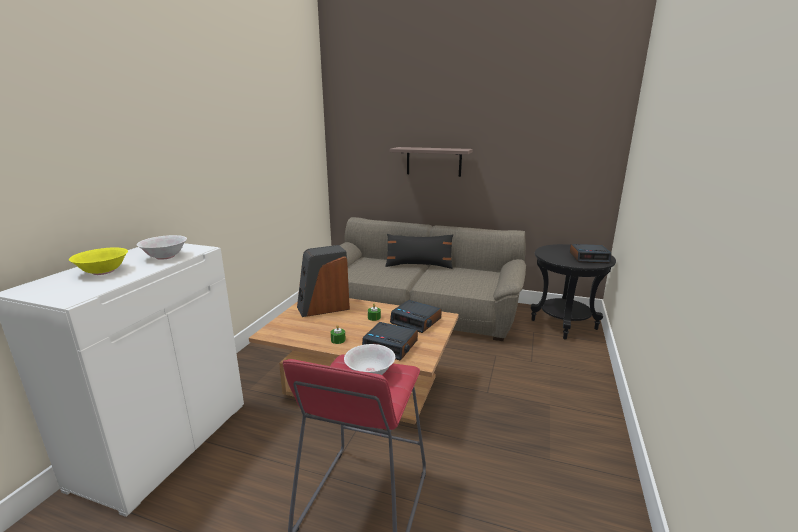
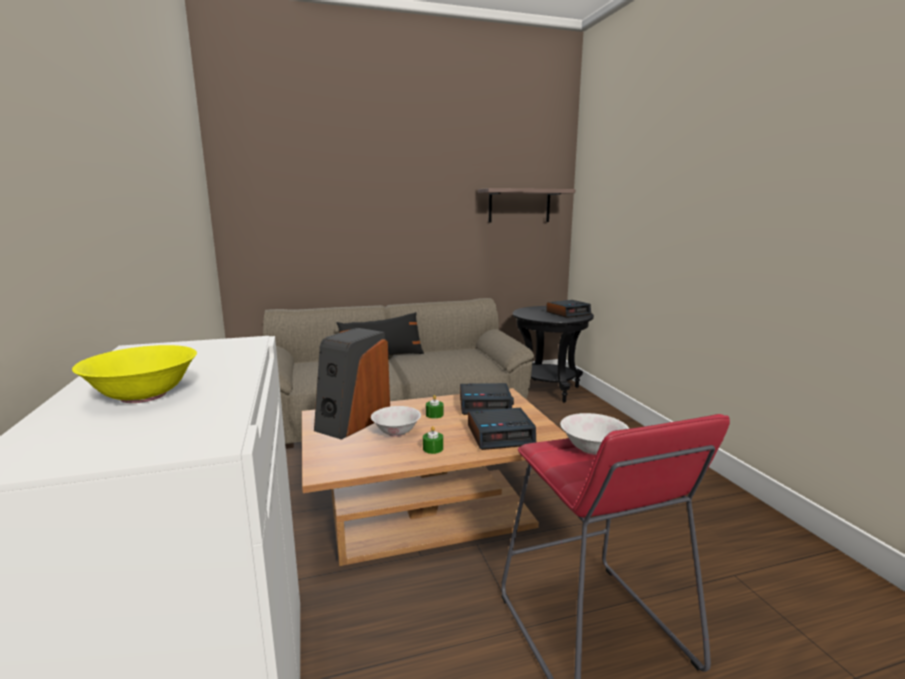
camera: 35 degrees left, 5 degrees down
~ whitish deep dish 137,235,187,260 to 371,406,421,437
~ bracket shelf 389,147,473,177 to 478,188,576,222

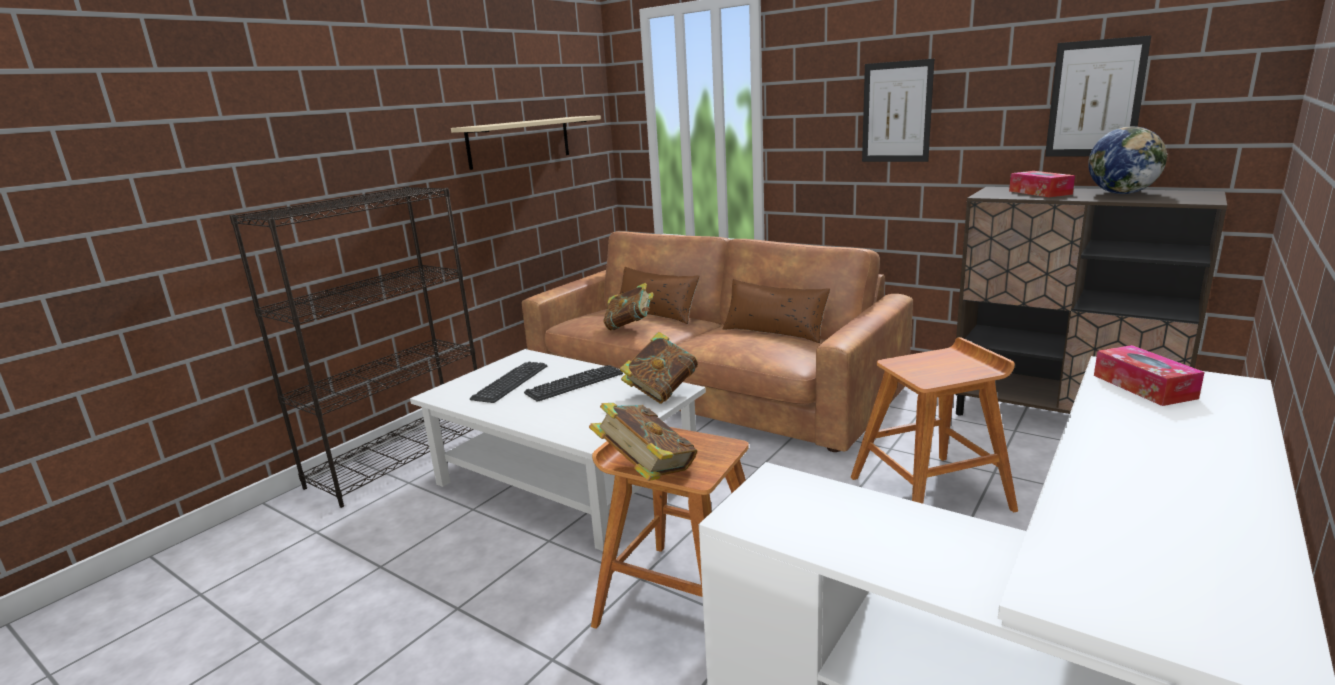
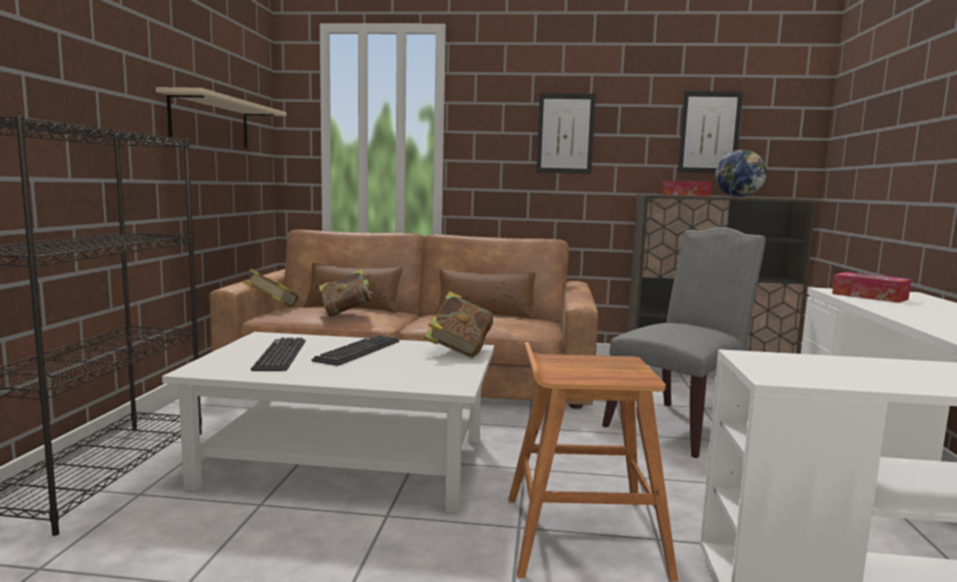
camera: 30 degrees left, 10 degrees down
~ book 589,403,697,481 to 243,269,299,307
~ brown-coloured stool seat 851,337,1018,512 to gray chair 602,227,766,458

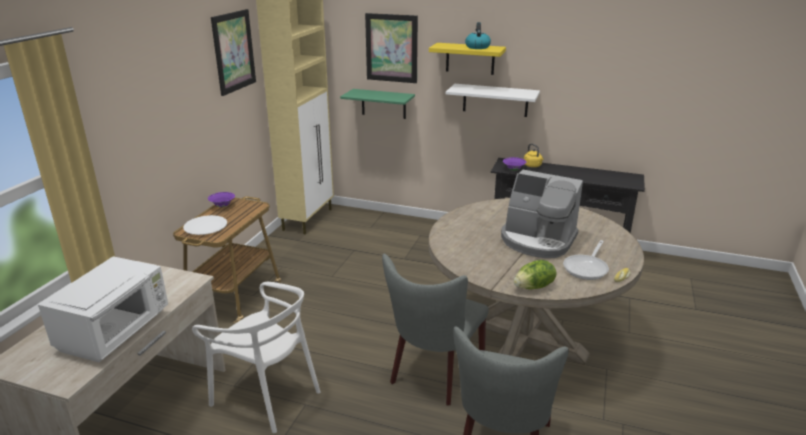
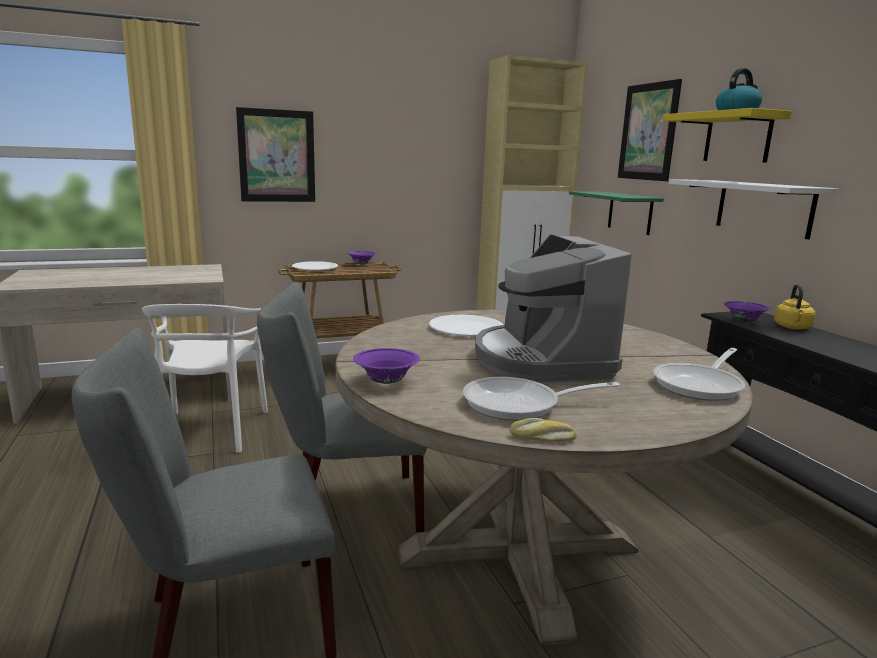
camera: 50 degrees right, 10 degrees down
- whitish kitchen microwave 38,256,168,362
+ whitish dinner plate 429,315,503,336
+ frying pan 653,348,745,401
~ wall art 211,9,256,96 to 236,107,315,202
~ lettuce head 513,260,557,289 to purplish deep dish 353,348,420,384

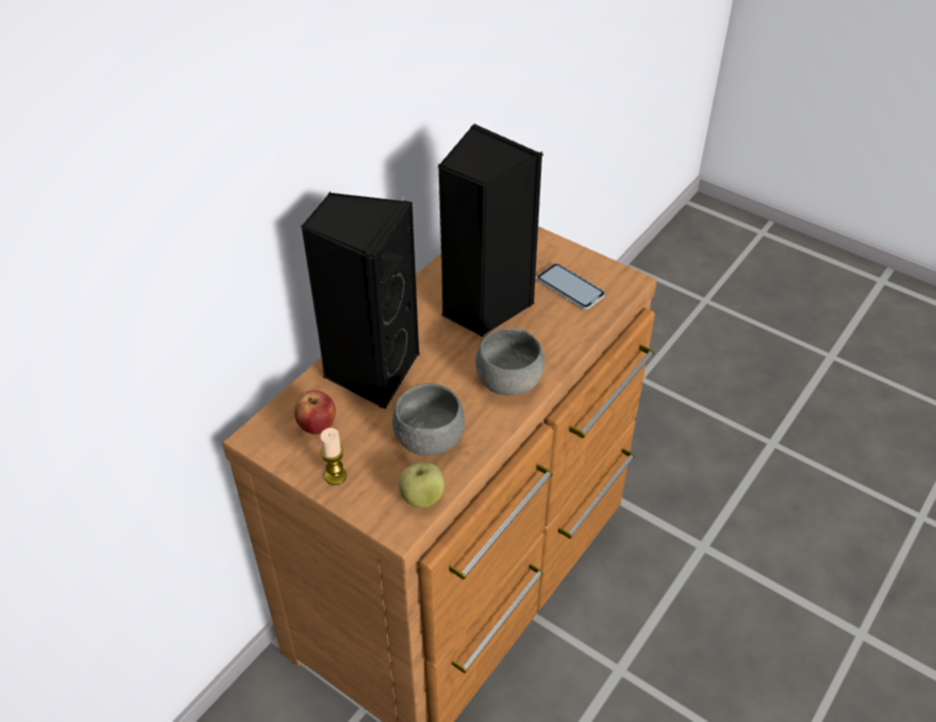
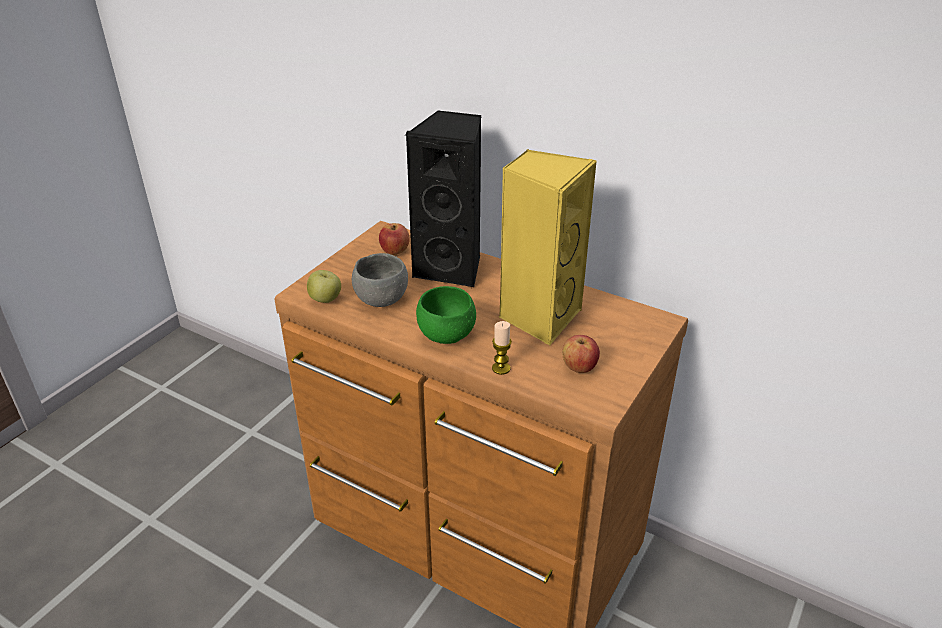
camera: 85 degrees right, 10 degrees down
~ wax light 320,428,347,485 to 492,321,512,375
~ telephone 537,263,605,310 to apple 562,335,600,373
~ blackish speaker 438,124,544,337 to yellow speaker 499,149,597,346
~ gray deep dish 476,328,545,395 to greenish deep dish 416,286,476,344

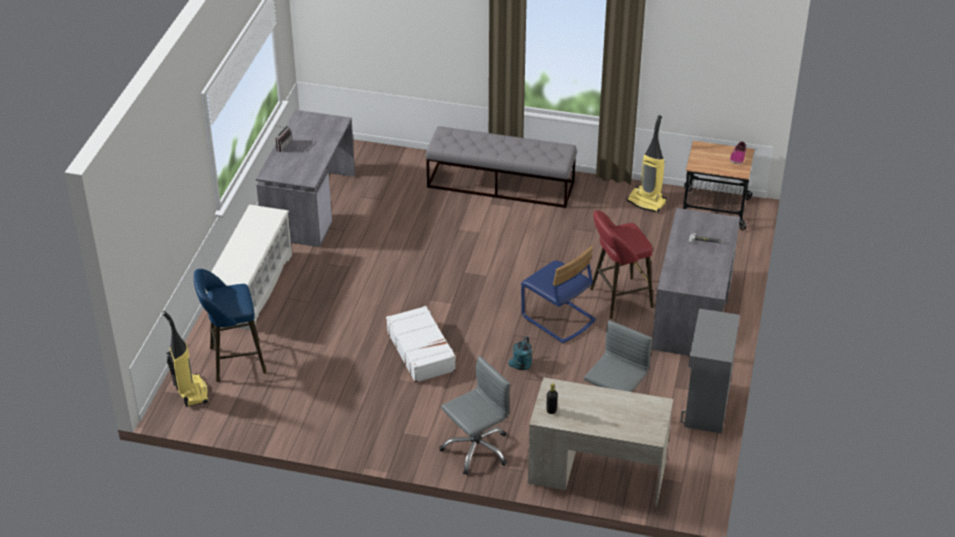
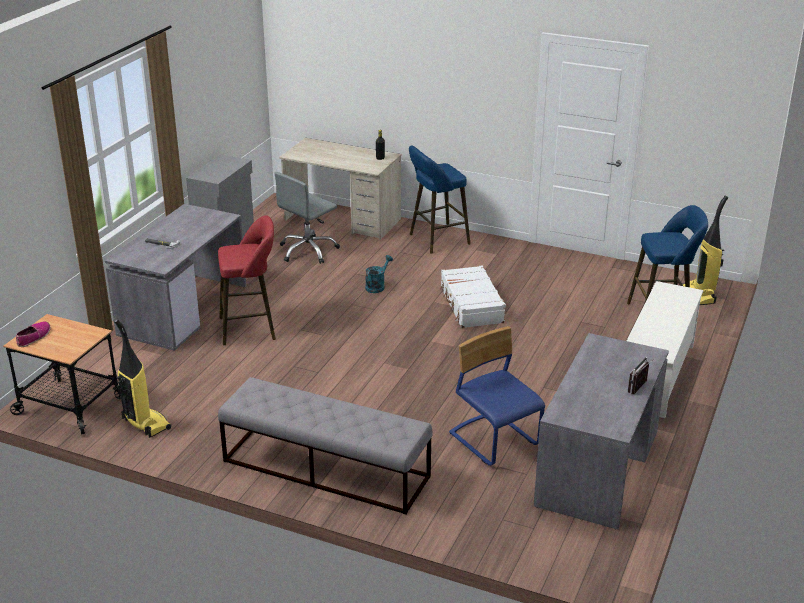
camera: 170 degrees left, 10 degrees down
~ blue chair 521,246,596,344 to 449,326,545,466
~ gray desk chair 440,356,510,475 to blue stool seat 409,145,471,253

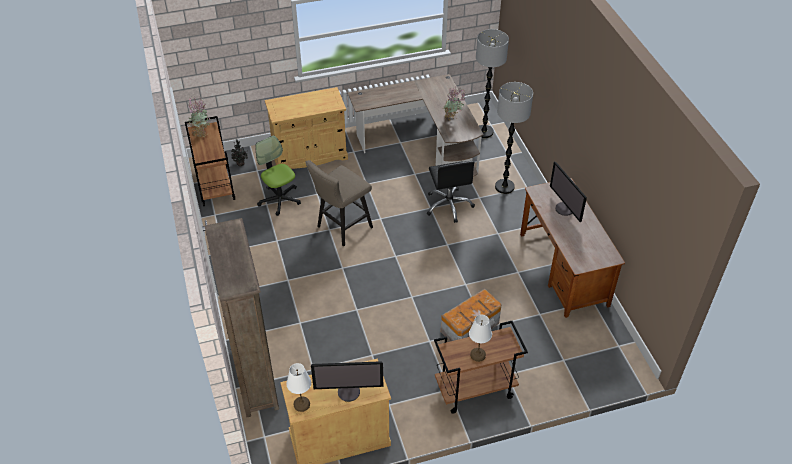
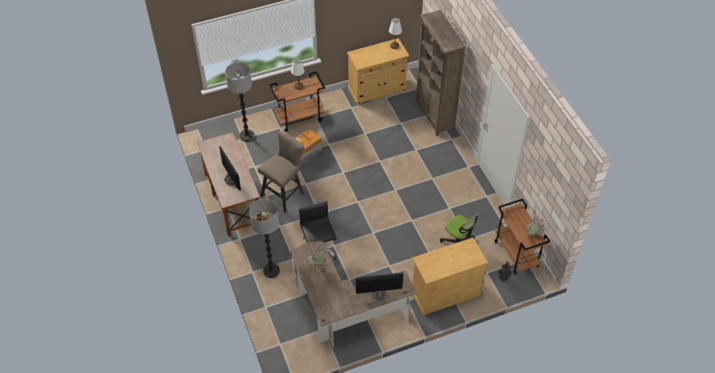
camera: 175 degrees right, 5 degrees up
~ beige-coloured stool seat 305,160,373,247 to 257,131,305,213
~ monitor 311,361,383,402 to 356,273,403,301
~ floor lamp 476,29,509,138 to 225,62,254,142

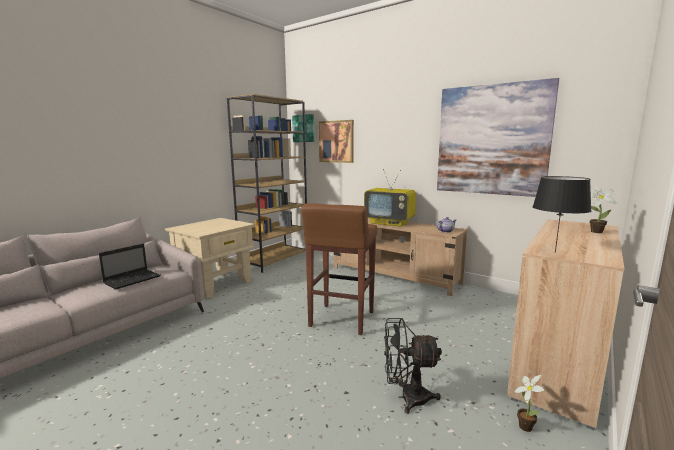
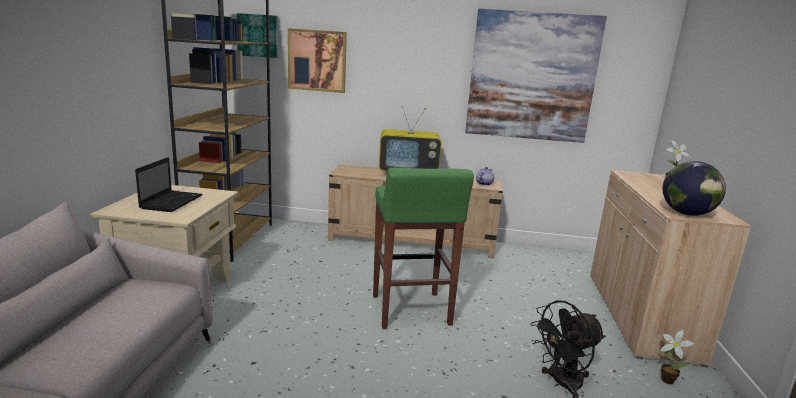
camera: 30 degrees left, 5 degrees up
~ portable computer 99,244,161,290 to 135,157,203,212
~ blackish lamp for a table 533,176,592,253 to world globe 663,161,726,216
~ brown-coloured stool seat 301,203,377,335 to greenish stool seat 373,168,474,329

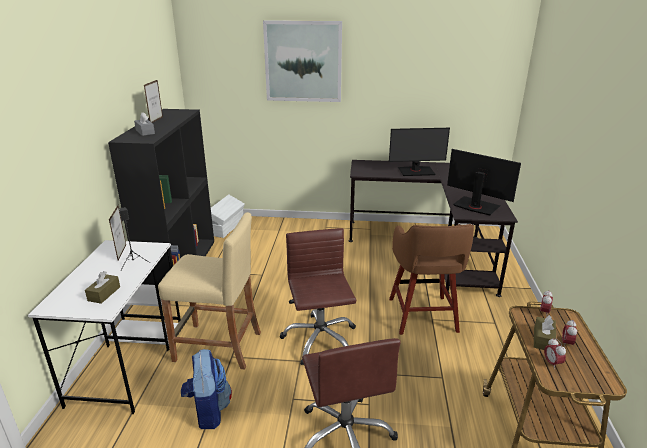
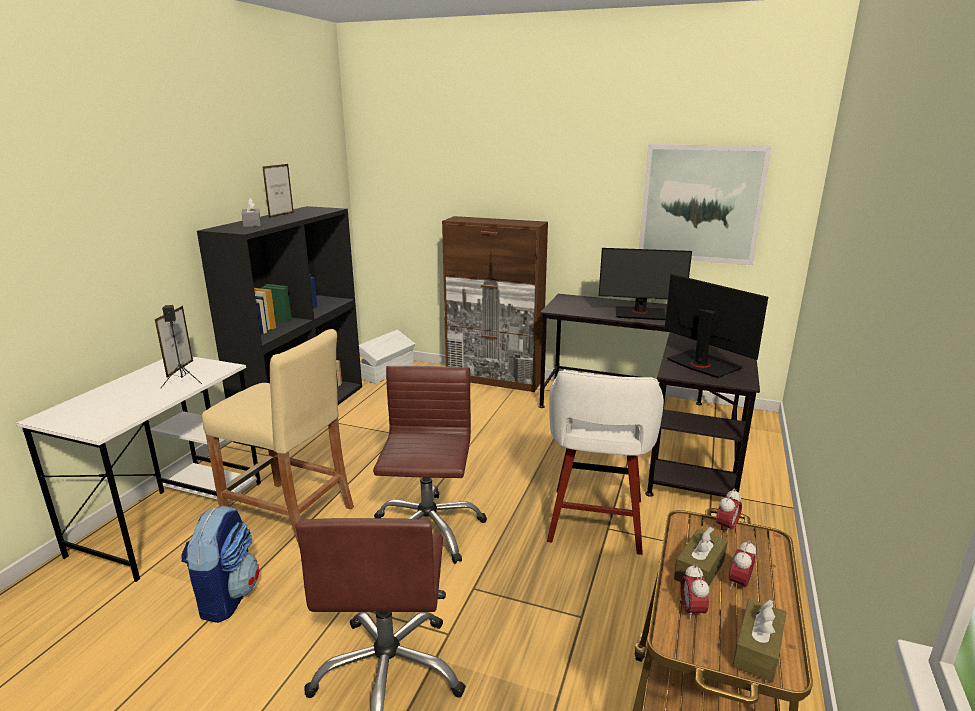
camera: 15 degrees right, 5 degrees down
+ brown-coloured cupboard 442,216,548,392
~ brown-coloured tissue holder 85,271,120,304 to 733,599,787,682
~ wall art 263,20,342,102 to 639,144,772,265
~ brown-coloured stool seat 389,224,474,335 to whitish stool seat 547,370,664,555

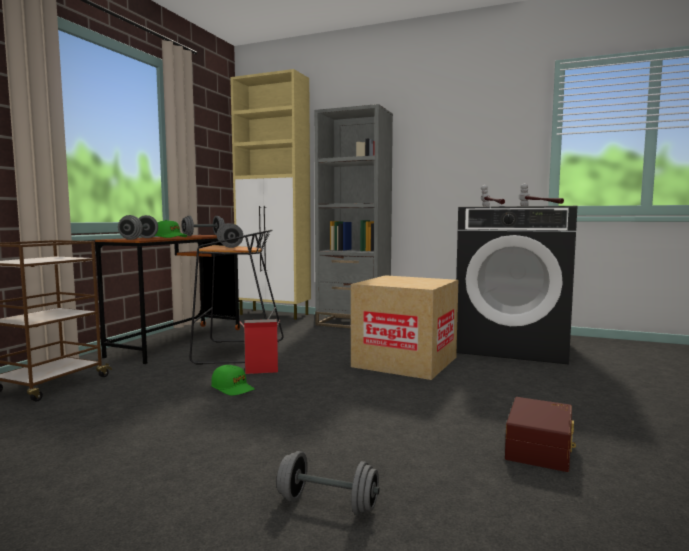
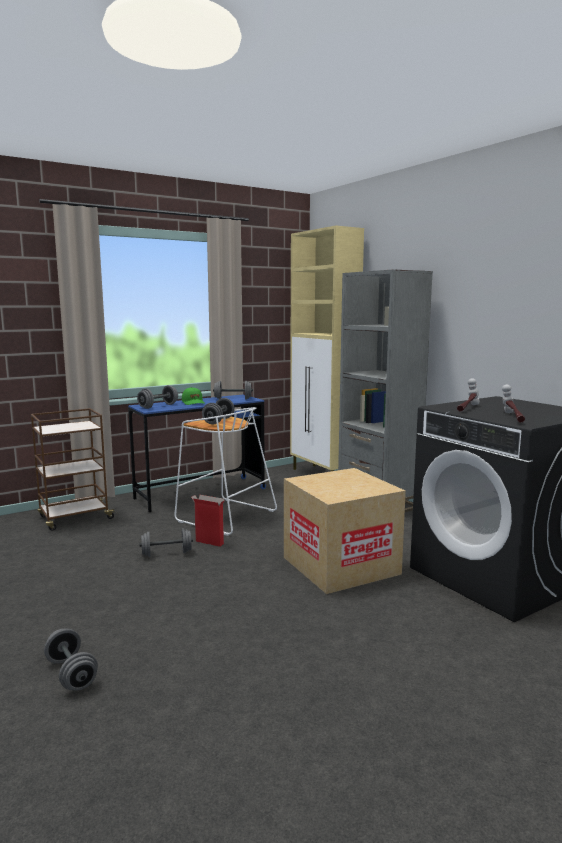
camera: 35 degrees right, 5 degrees up
- brown-coloured storage bin 505,397,576,472
~ greenish baseball cap 211,365,255,395 to gray free weight 139,528,193,557
~ brown-coloured desk table 95,235,240,364 to blue desk table 128,395,266,512
~ blackish stool seat 189,229,284,365 to whitish stool seat 174,407,277,536

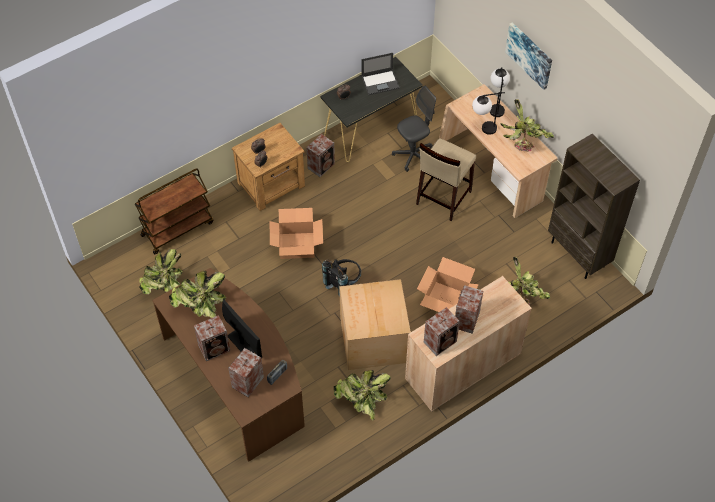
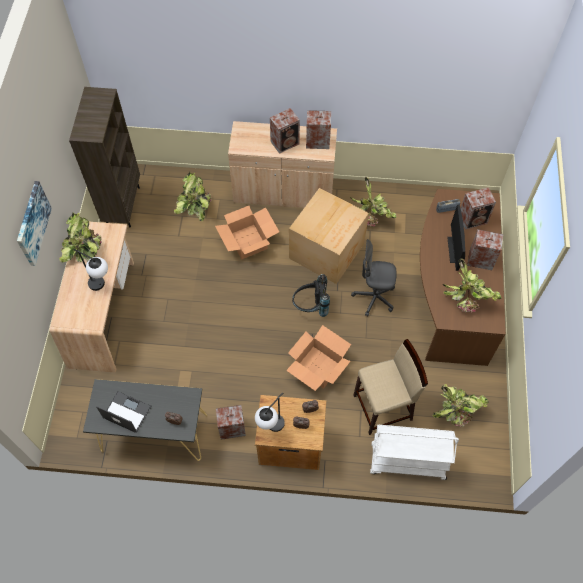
camera: 140 degrees left, 5 degrees up
~ gray desk chair 392,86,436,172 to 351,239,397,316
~ beige-coloured stool seat 416,138,476,221 to 353,339,428,435
~ lamp for a table 490,67,510,117 to 255,392,285,432
~ brown-coloured trolley 135,168,214,254 to whitish trolley 370,425,459,480

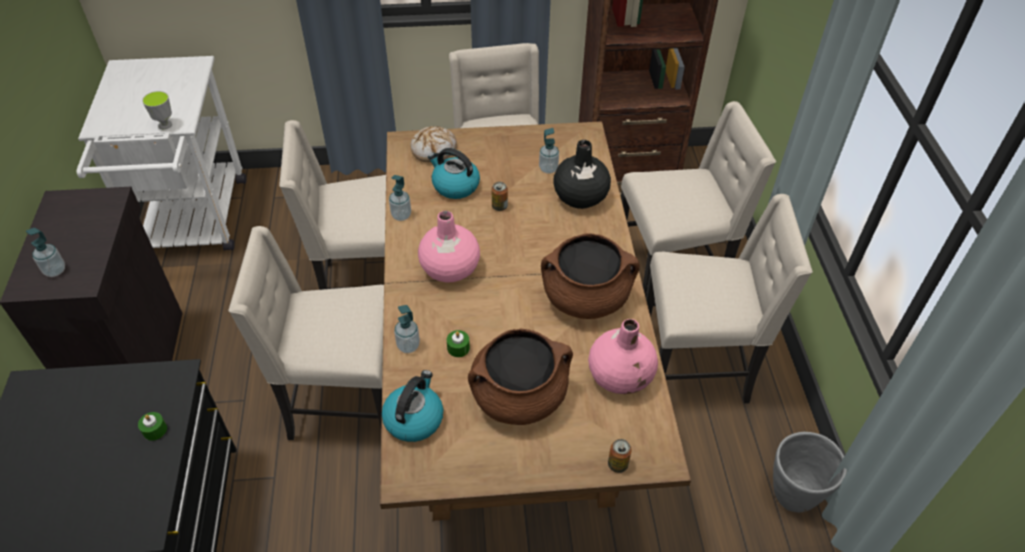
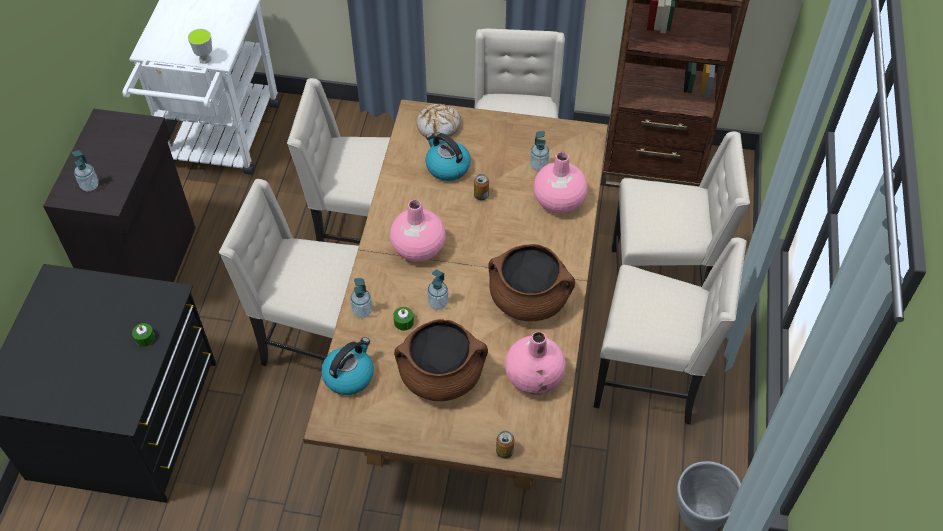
camera: 15 degrees right, 5 degrees up
~ soap dispenser 389,175,411,221 to 427,269,448,310
~ blackish flower vase 553,140,611,209 to pink flower vase 533,152,587,213

